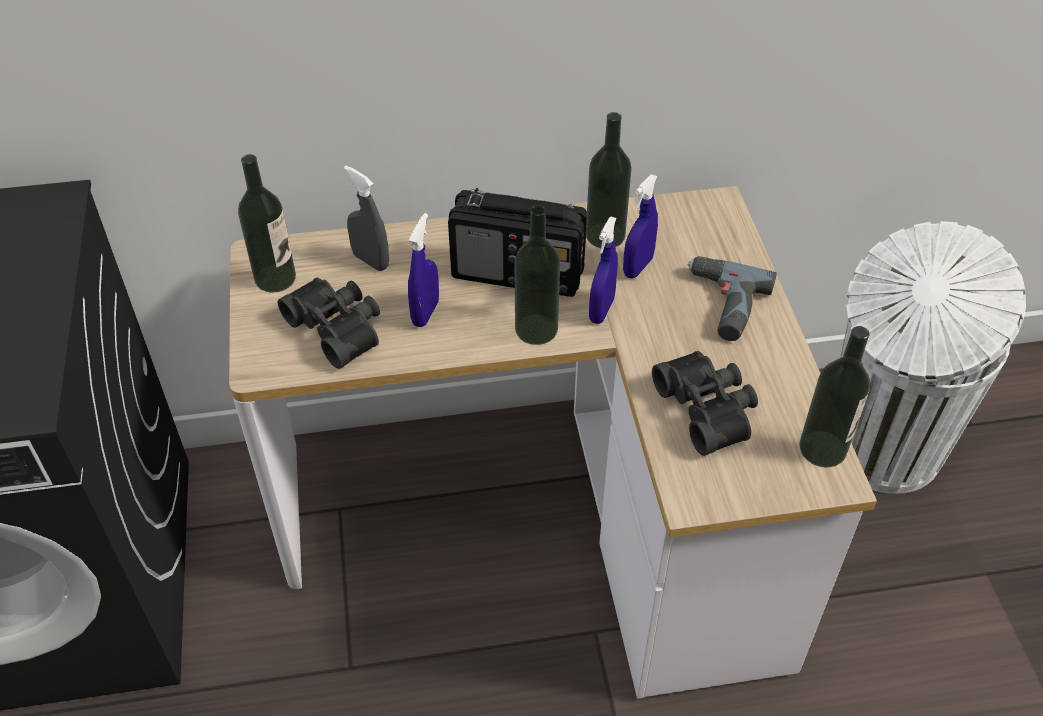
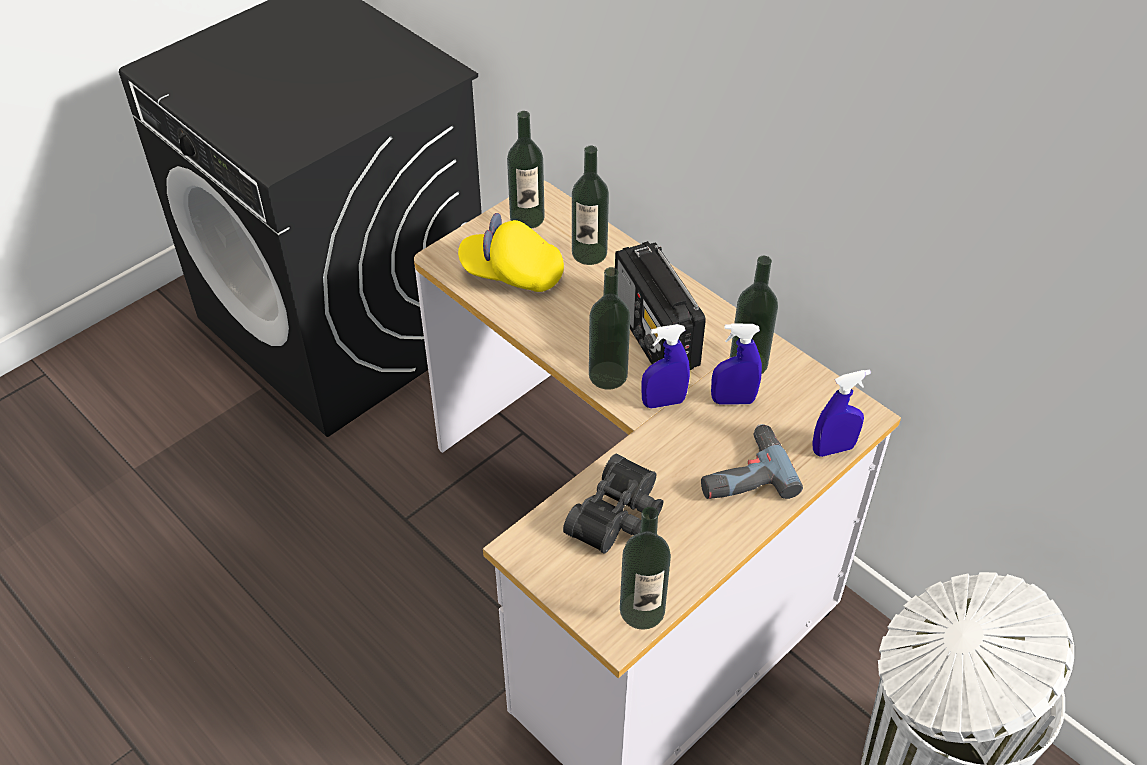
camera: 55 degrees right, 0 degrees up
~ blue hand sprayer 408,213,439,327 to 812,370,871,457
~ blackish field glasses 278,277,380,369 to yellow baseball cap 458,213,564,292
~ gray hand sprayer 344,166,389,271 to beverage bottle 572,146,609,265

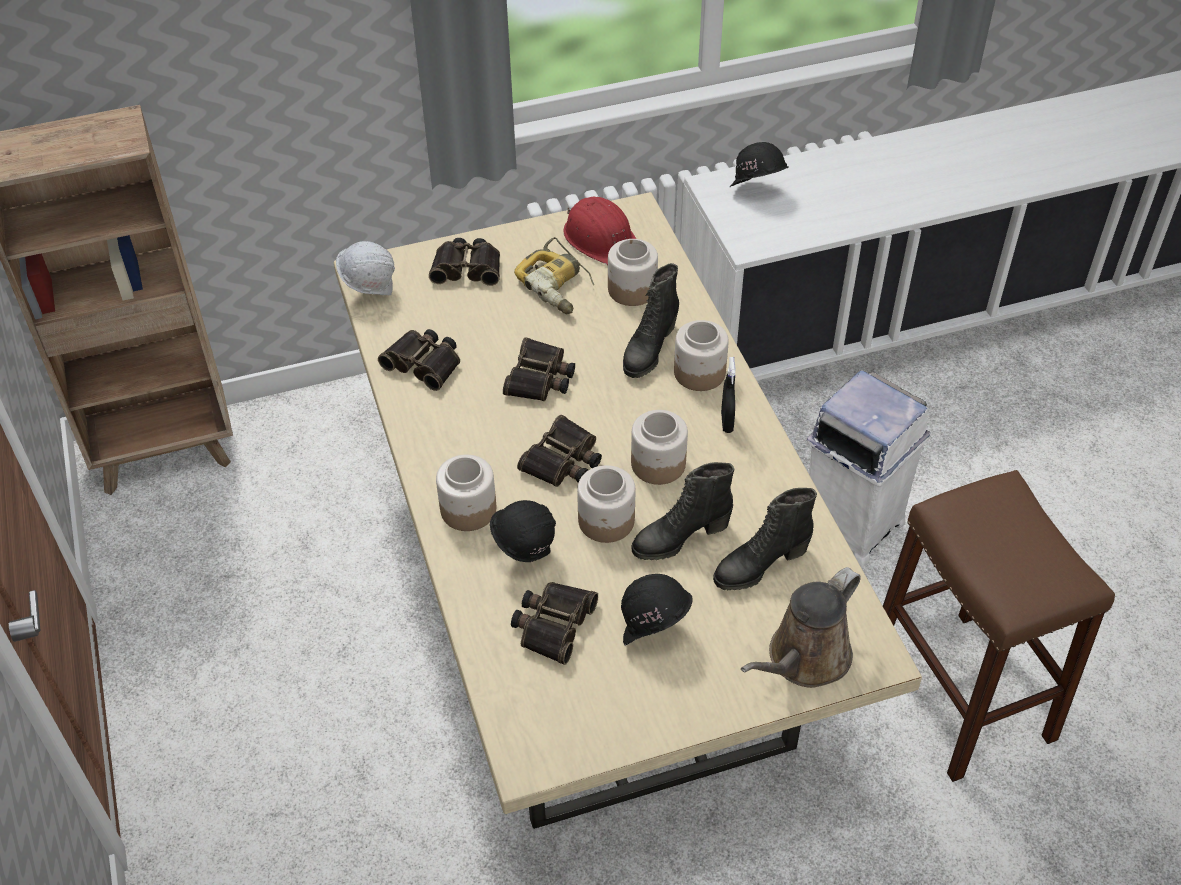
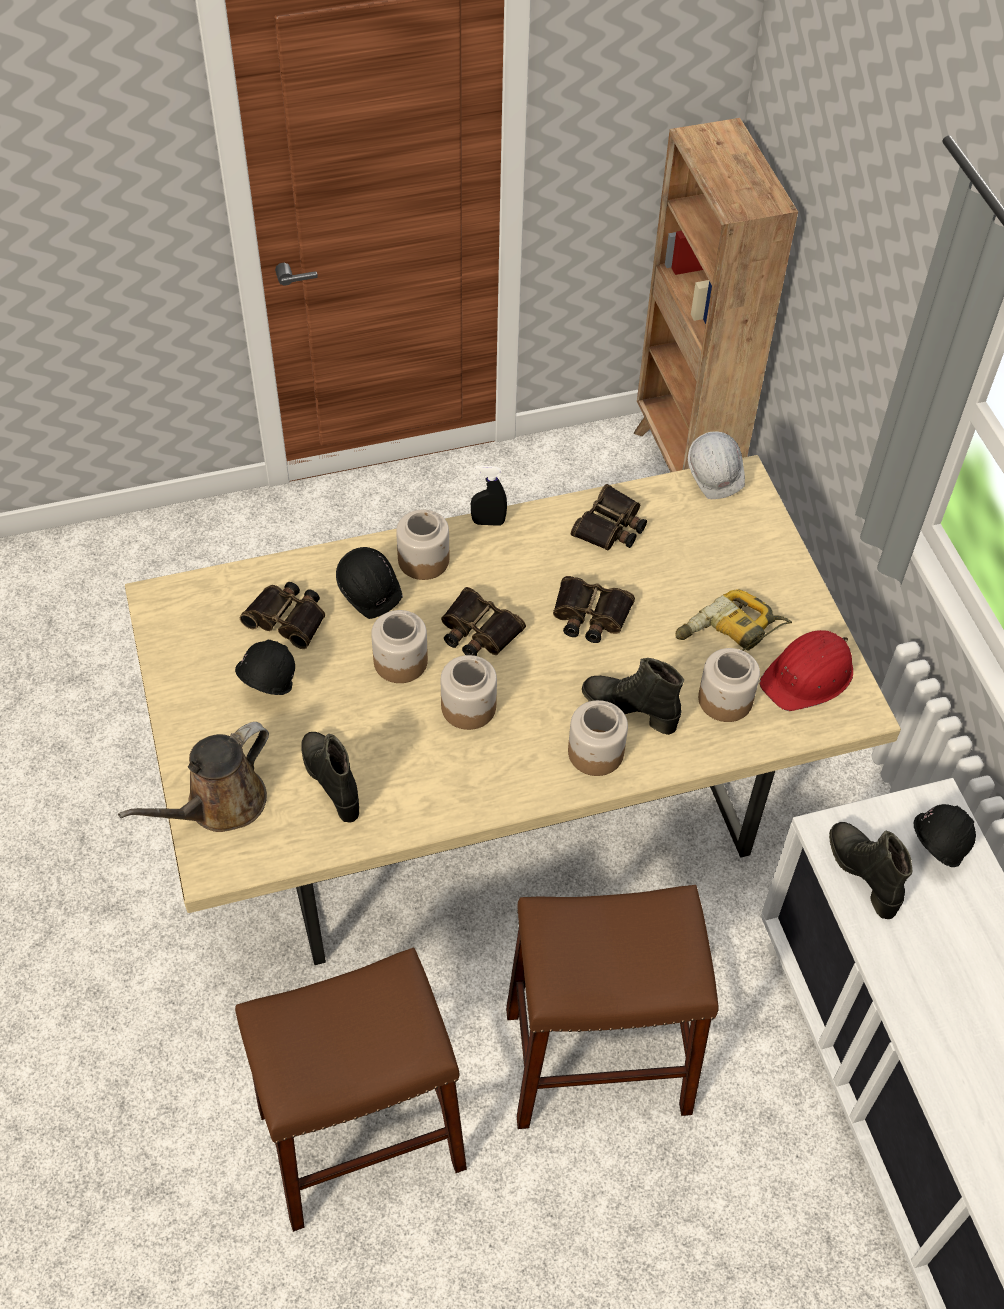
camera: 90 degrees right, 5 degrees up
- field glasses 429,238,500,286
~ blackish high-top boot 631,462,734,560 to 829,822,912,919
~ blackish hand sprayer 721,357,736,433 to 471,465,507,526
~ whitish waste bin 806,370,930,567 to brown-coloured stool seat 506,885,719,1129
~ brown-coloured watering pot 741,567,861,688 = 118,722,269,832 90 degrees counterclockwise

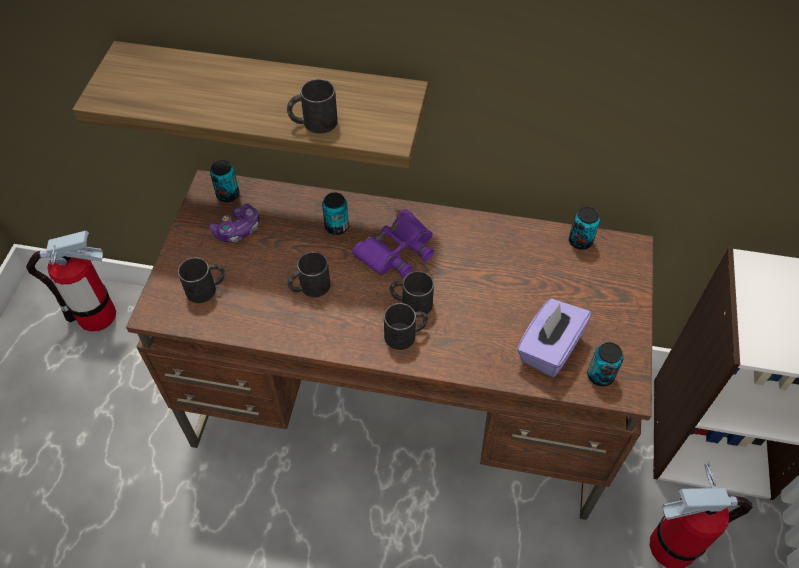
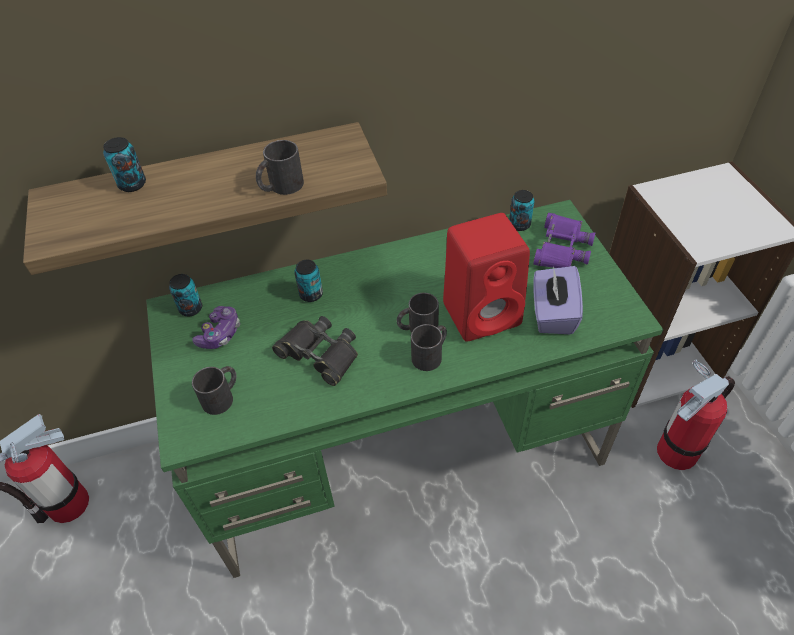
camera: 25 degrees left, 5 degrees down
+ red-coloured speaker 443,213,530,342
~ purplish field glasses 352,209,434,278 to 533,213,595,268
~ metal can 587,342,623,386 to 103,137,146,192
~ blackish mug 288,252,330,297 to blackish field glasses 272,316,358,386
~ brown-coloured desk table 126,170,653,520 to greenish desk table 146,200,663,578

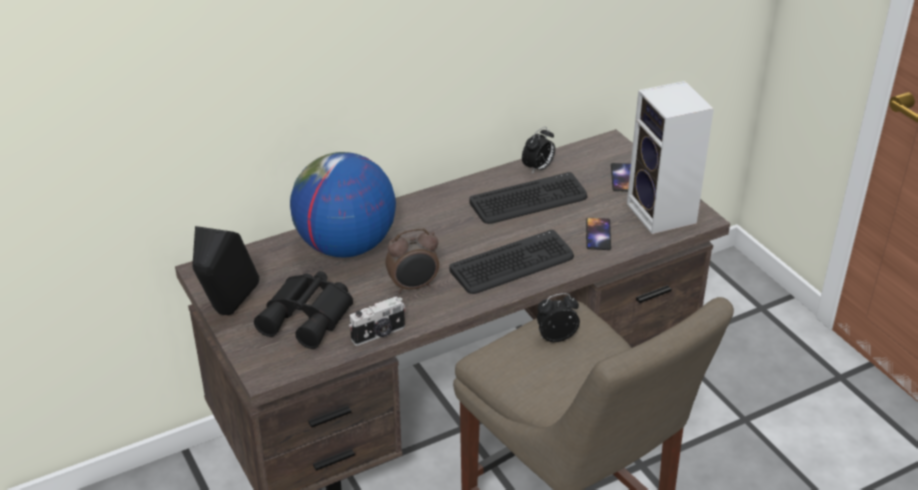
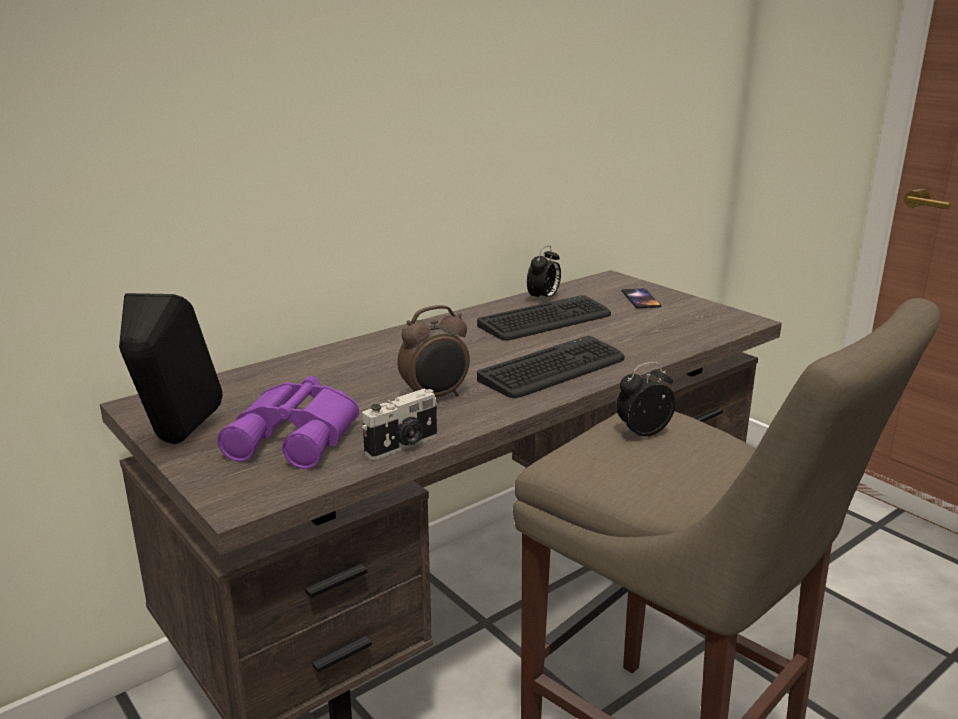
camera: 10 degrees left, 15 degrees down
- world globe 290,152,396,258
- telephone 586,218,611,250
- speaker 627,81,714,234
~ blackish field glasses 254,271,353,349 to purplish field glasses 217,376,359,469

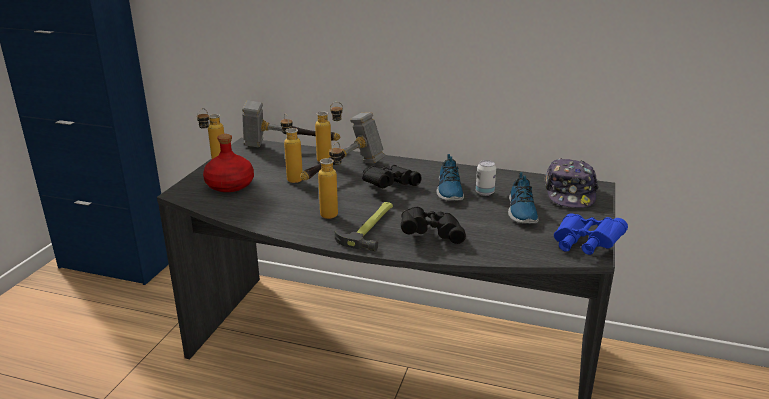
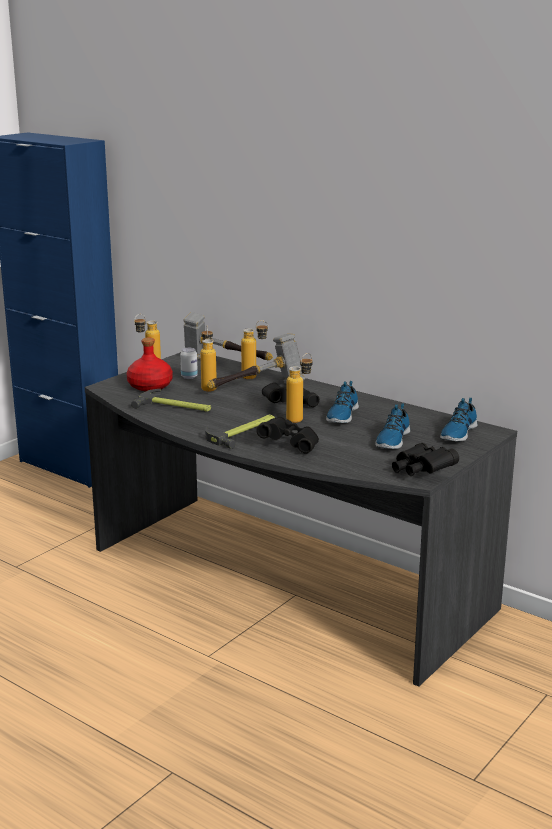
camera: 20 degrees right, 5 degrees down
+ hammer 131,389,211,412
~ beverage bottle 318,142,343,219 to 286,353,312,423
~ metal can 476,160,496,196 to 180,348,198,379
~ baseball cap 545,158,599,208 to low shoe 440,398,478,442
~ blue field glasses 554,213,628,255 to blackish field glasses 392,443,459,476

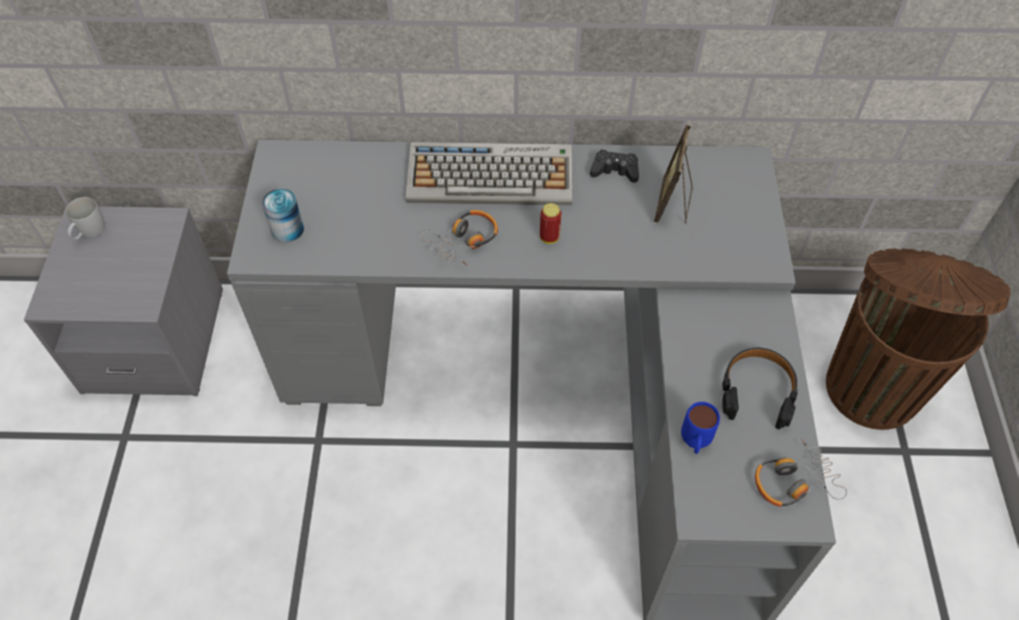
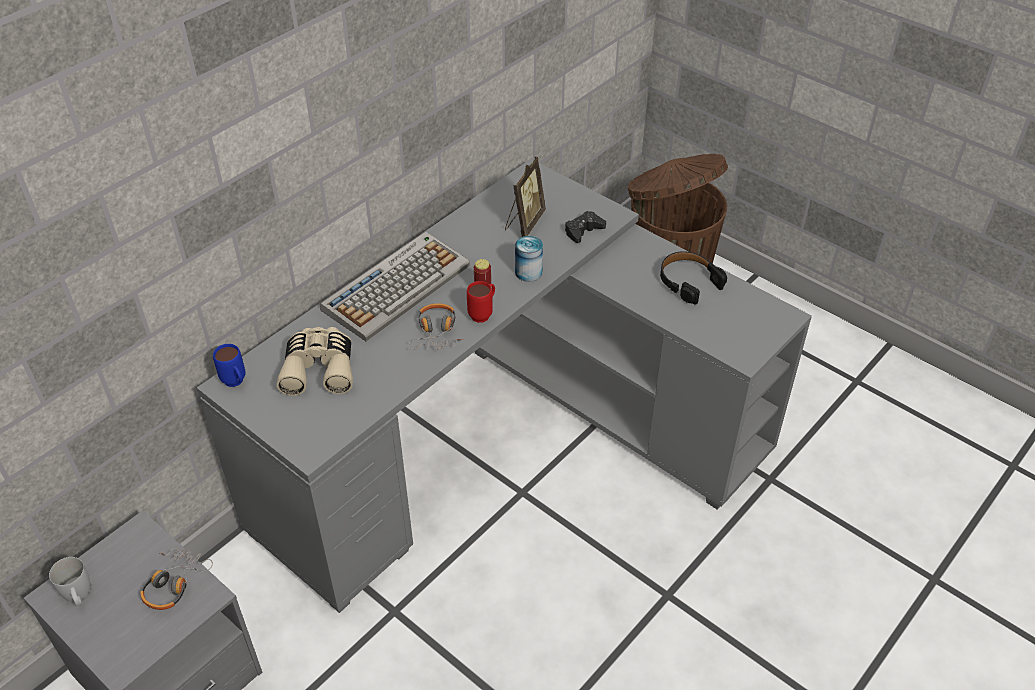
camera: 50 degrees left, 10 degrees down
+ beige-coloured field glasses 277,327,353,396
+ red-coloured mug 467,281,495,323
~ metal can 262,189,304,242 to 515,236,543,282
~ blackish game controller 590,150,639,183 to 565,211,606,243
~ blue mug 681,402,720,454 to 213,344,246,387
~ pair of headphones 755,439,847,507 to 141,548,213,610
~ standing frame 654,125,693,224 = 505,157,546,237 120 degrees counterclockwise

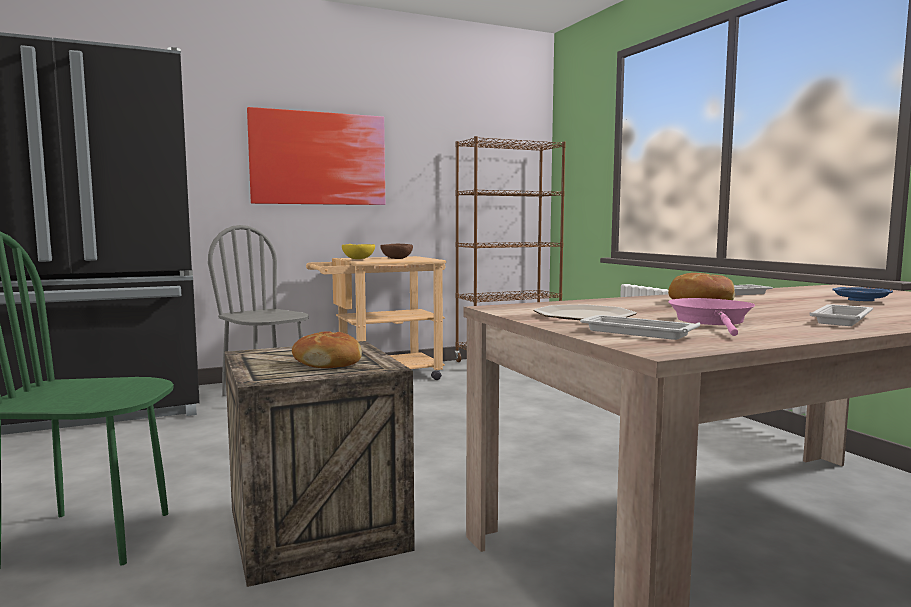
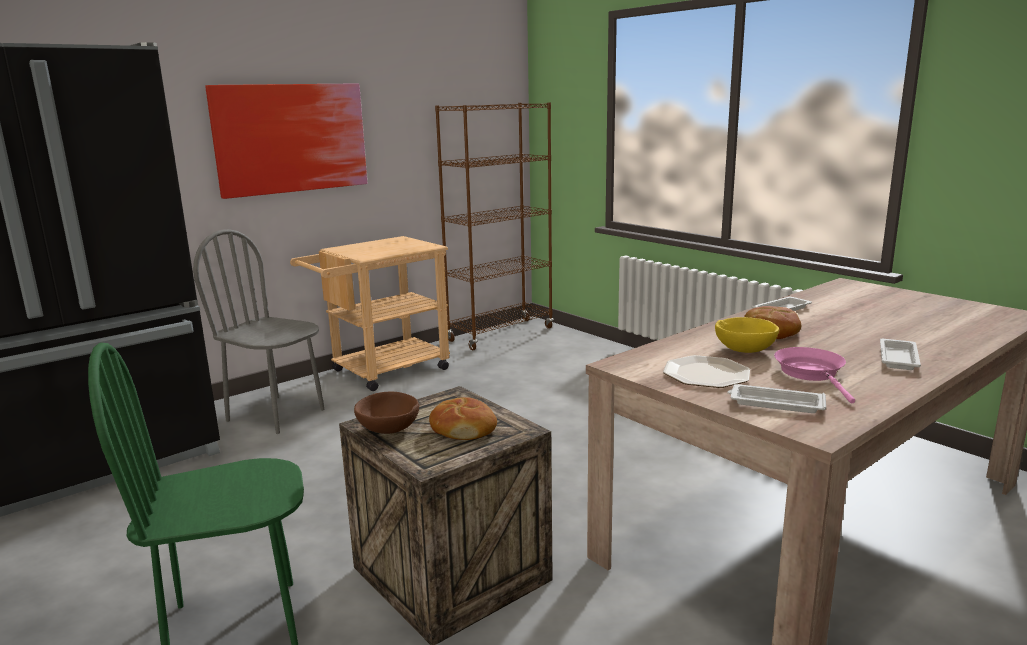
camera: 15 degrees left, 10 degrees up
- blue dinner plate 832,287,893,301
~ yellow deep dish 342,244,375,259 to 715,317,779,353
~ brown-coloured deep dish 380,244,413,259 to 354,391,419,434

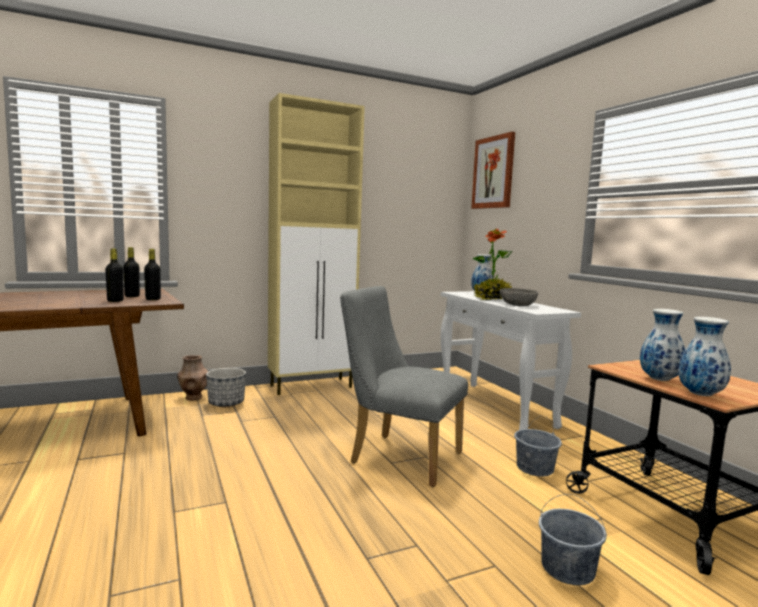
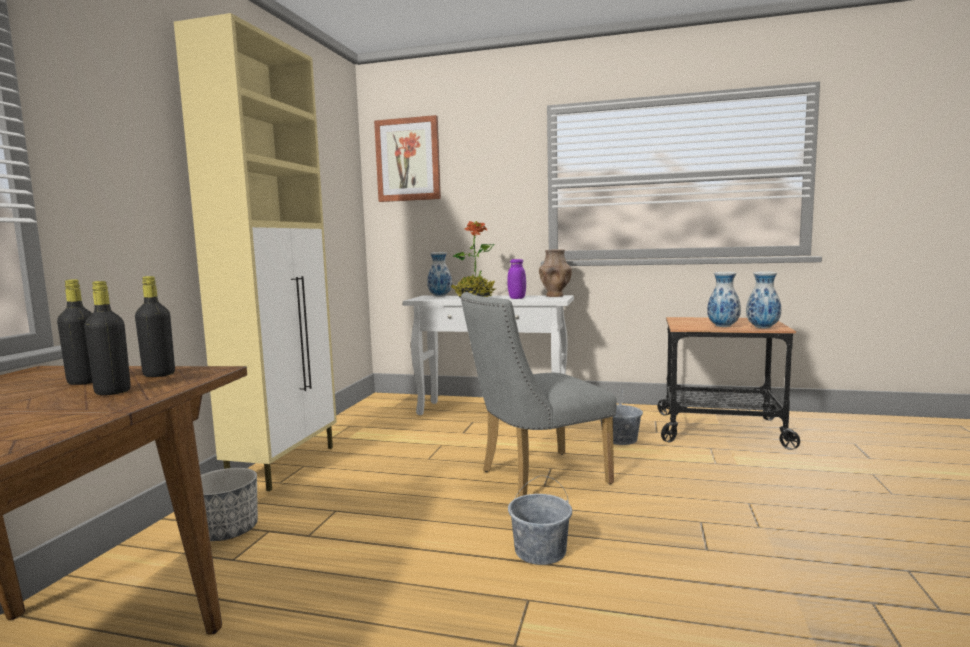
camera: 50 degrees left, 0 degrees up
~ brown-coloured flower vase 177,355,208,401 to 539,249,572,297
~ gray bucket 539,494,607,585 to 508,475,572,565
~ gray deep dish 500,288,538,307 to purplish storage jar 507,259,526,299

